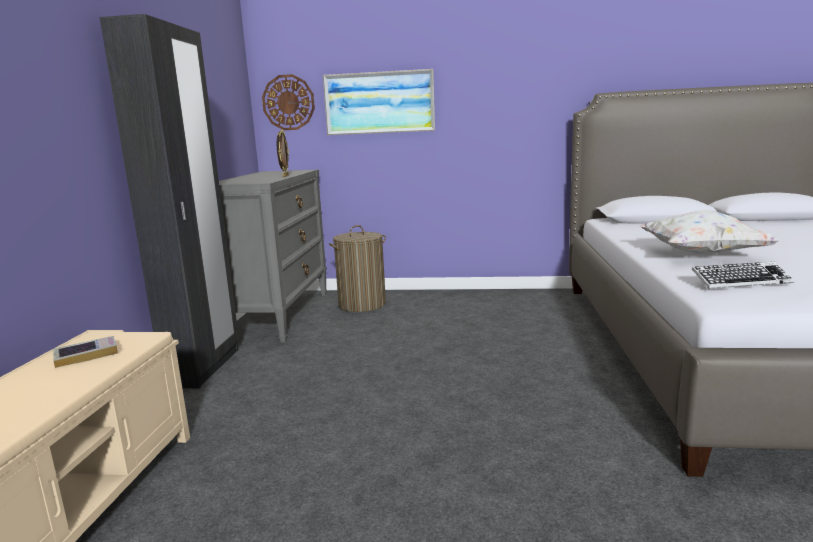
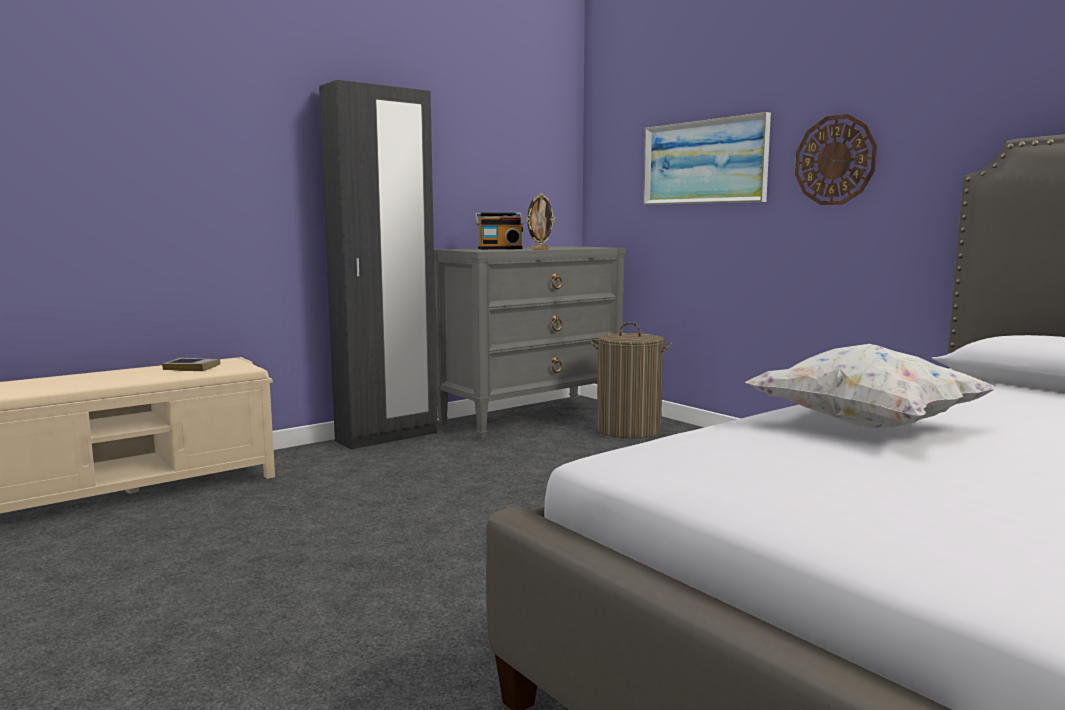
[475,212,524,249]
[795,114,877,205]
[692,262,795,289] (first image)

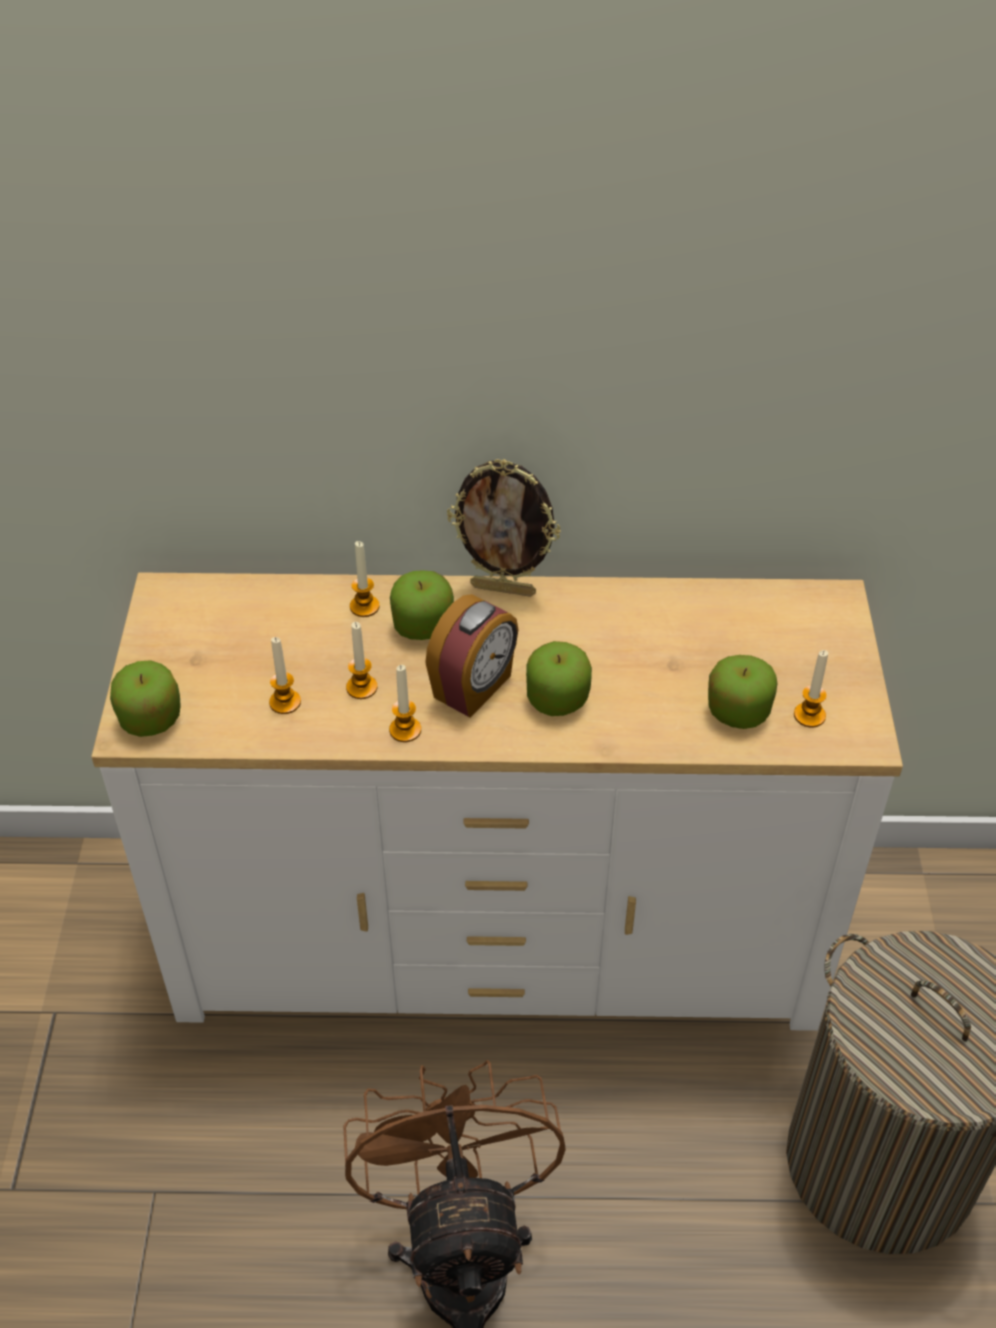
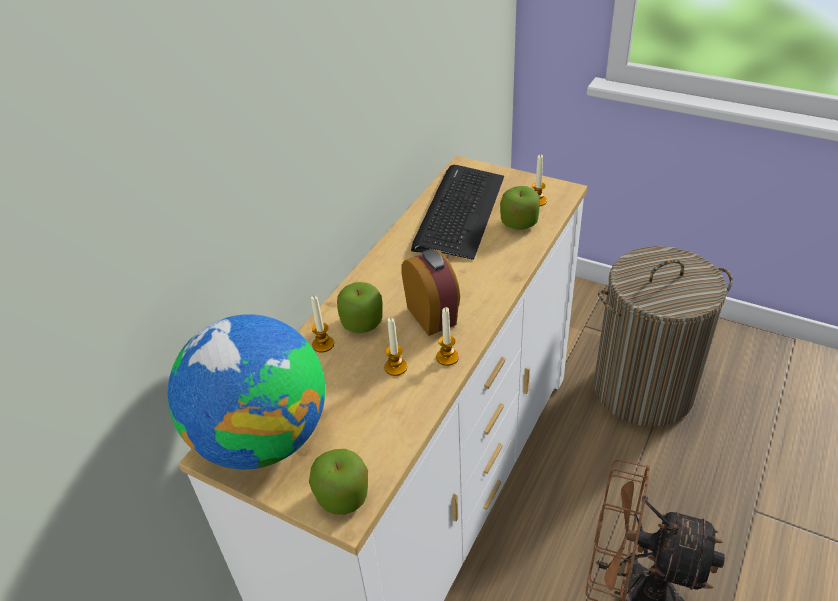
[168,314,325,469]
[411,165,504,260]
[269,637,301,714] (first image)
[447,459,561,597] (first image)
[526,641,592,716] (first image)

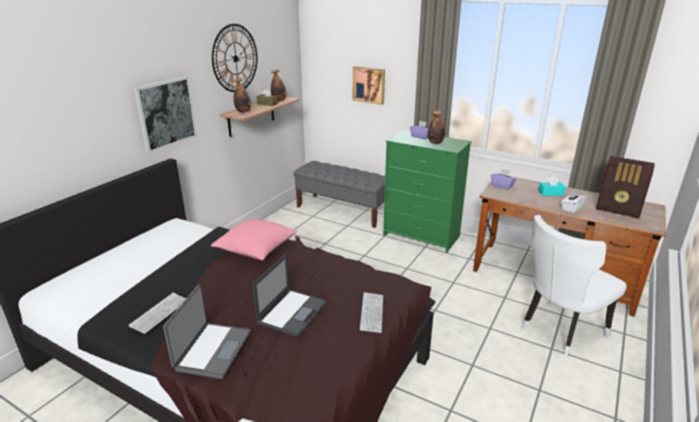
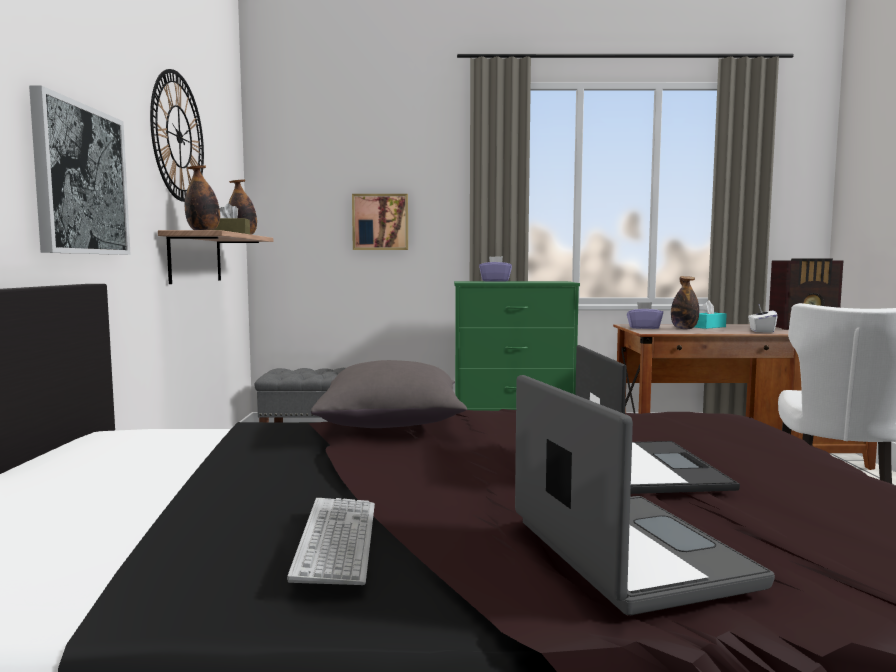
[311,360,467,428]
[671,276,699,329]
[360,292,383,333] (first image)

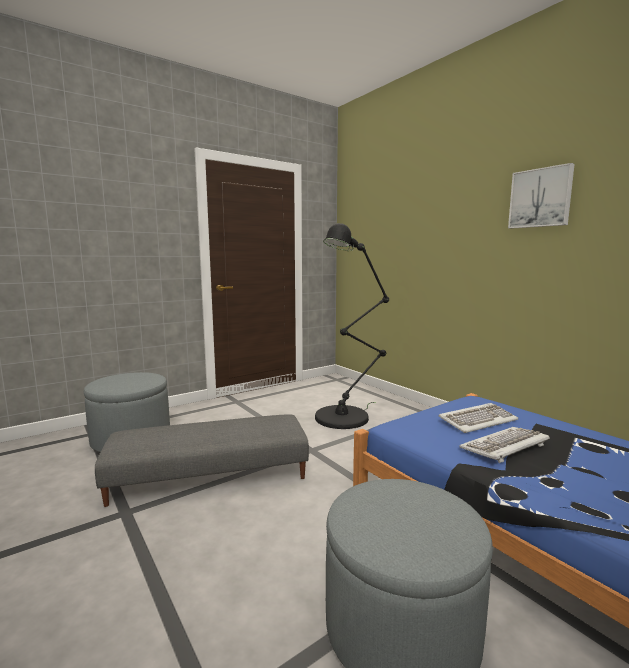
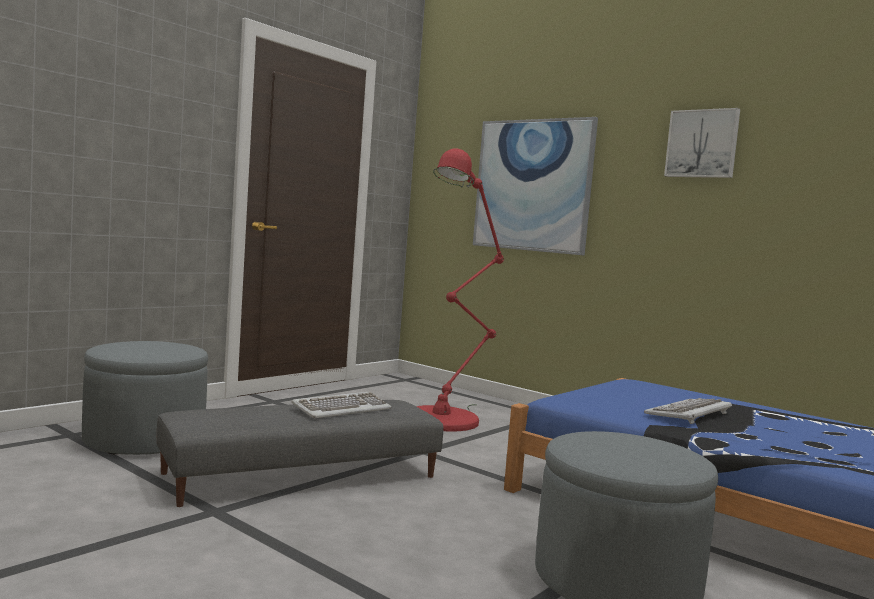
[291,392,392,418]
[416,148,504,432]
[473,117,598,255]

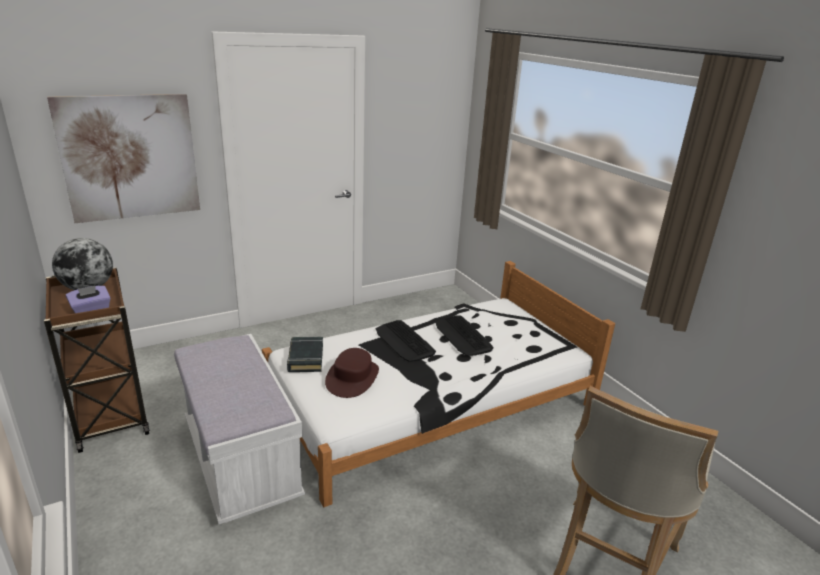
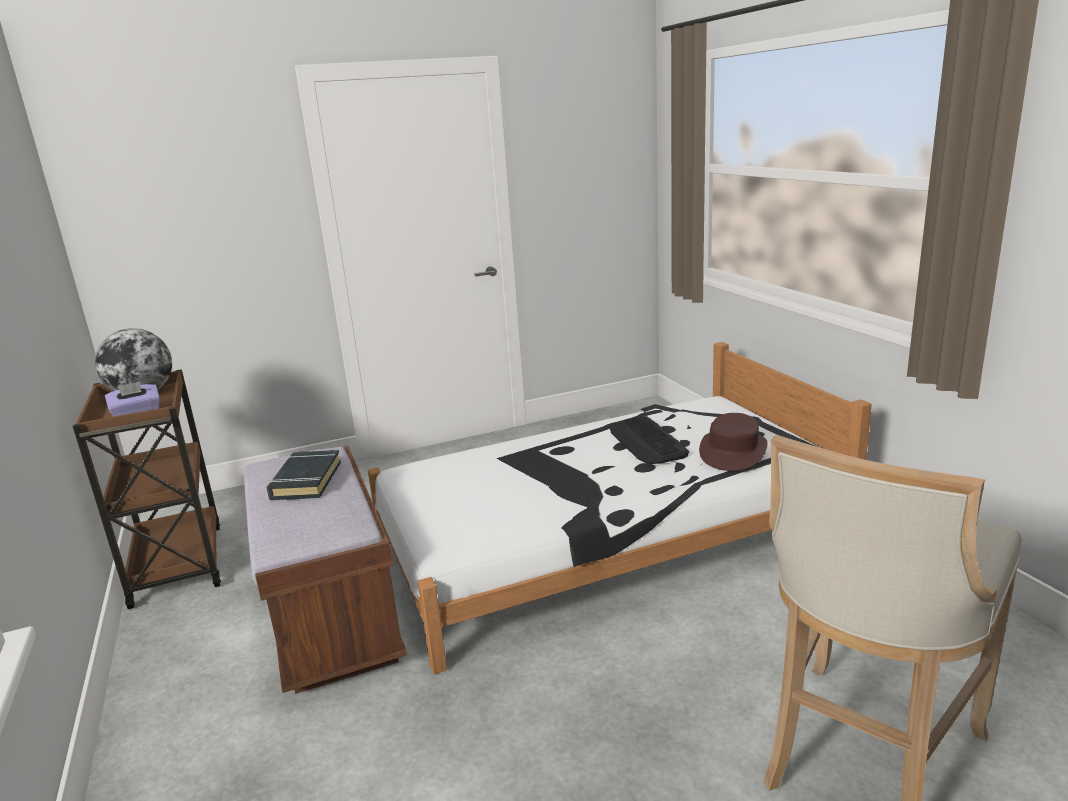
[244,446,407,694]
[266,450,341,500]
[699,413,768,471]
[47,94,200,223] (first image)
[376,320,436,362] (first image)

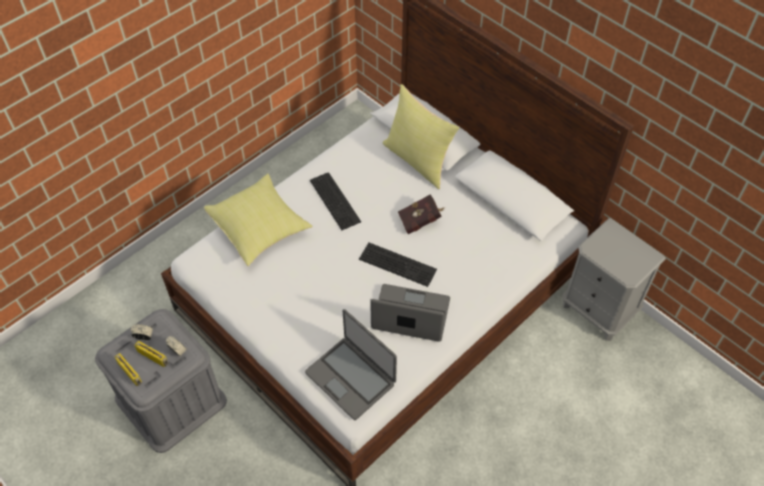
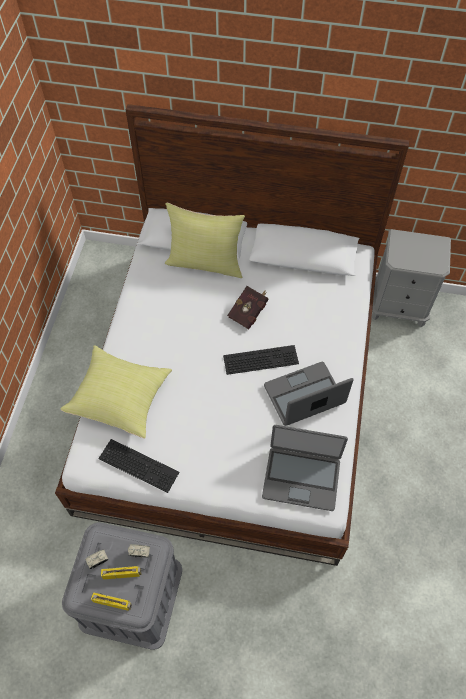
[98,439,180,493]

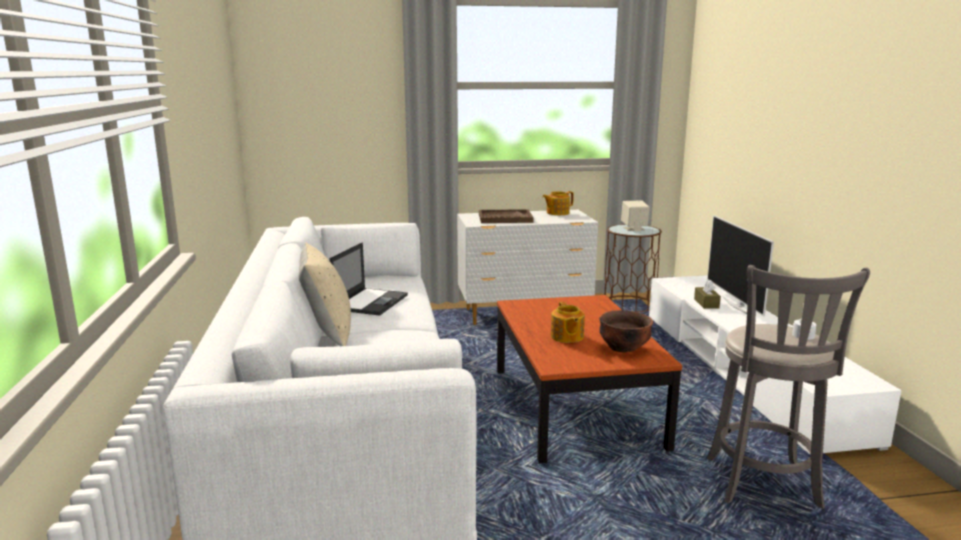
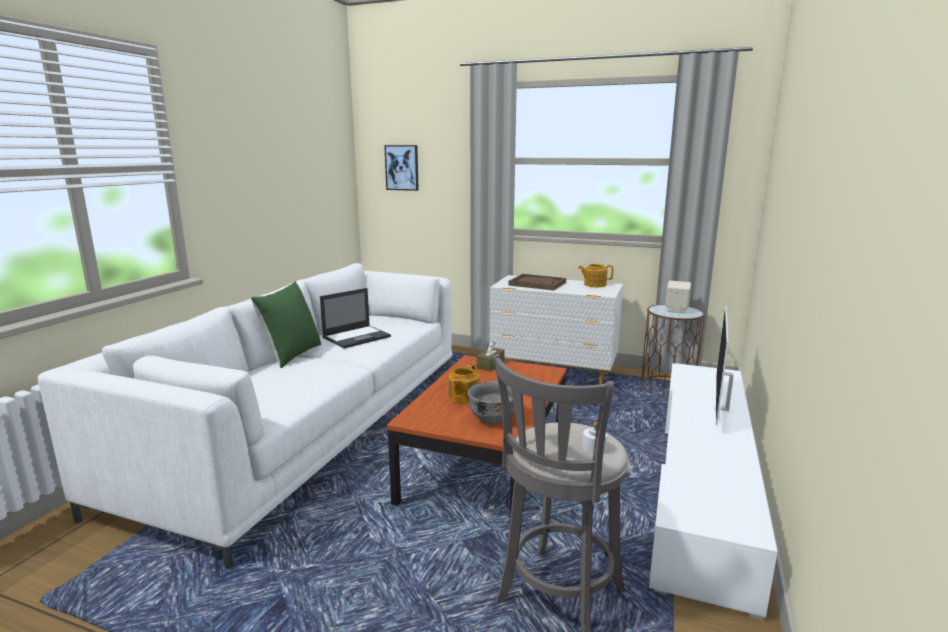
[251,281,321,368]
[384,145,419,191]
[468,381,515,424]
[477,340,505,371]

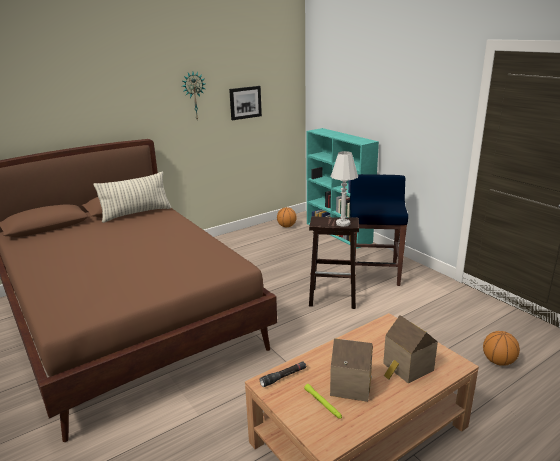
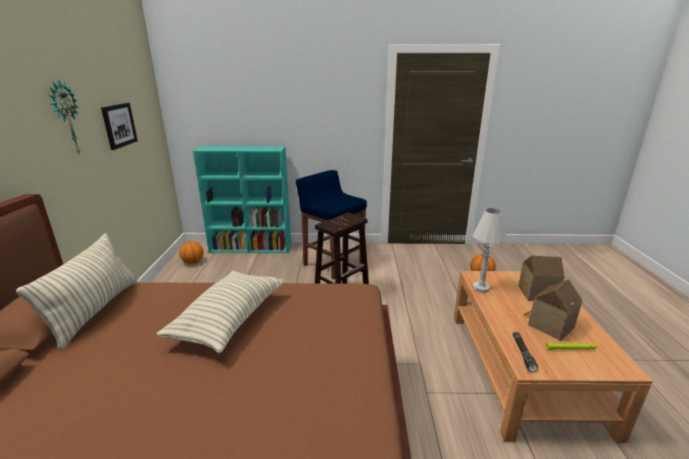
[156,271,285,353]
[473,208,507,293]

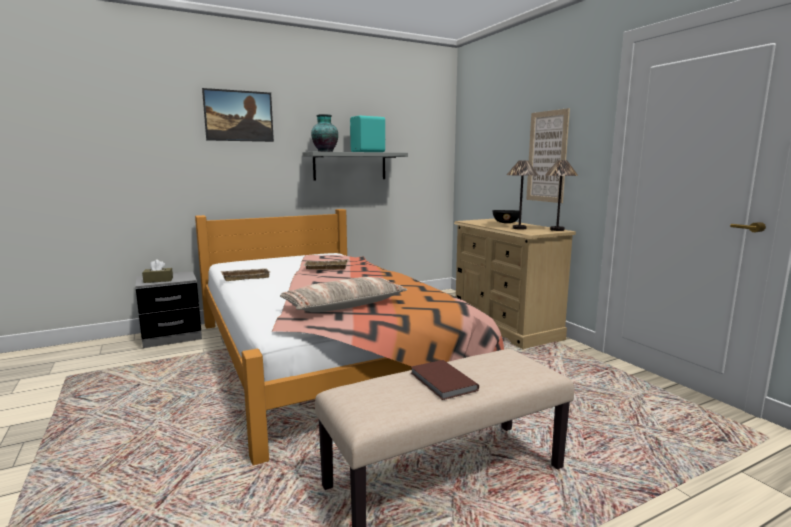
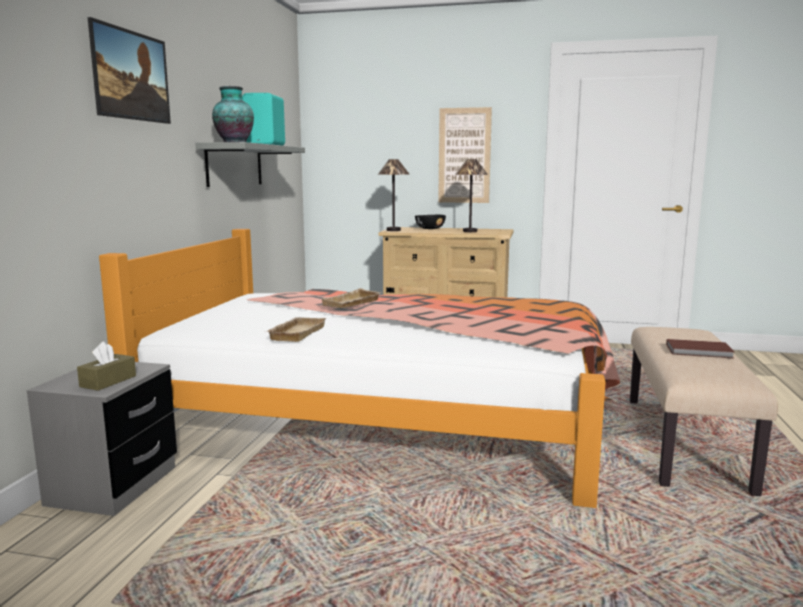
[377,159,410,231]
[280,277,407,312] (first image)

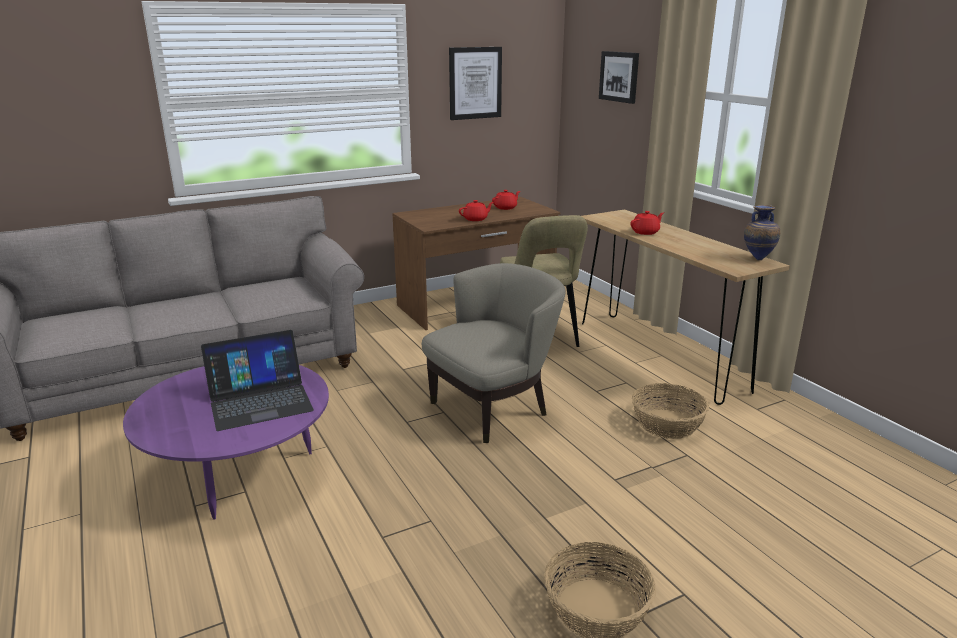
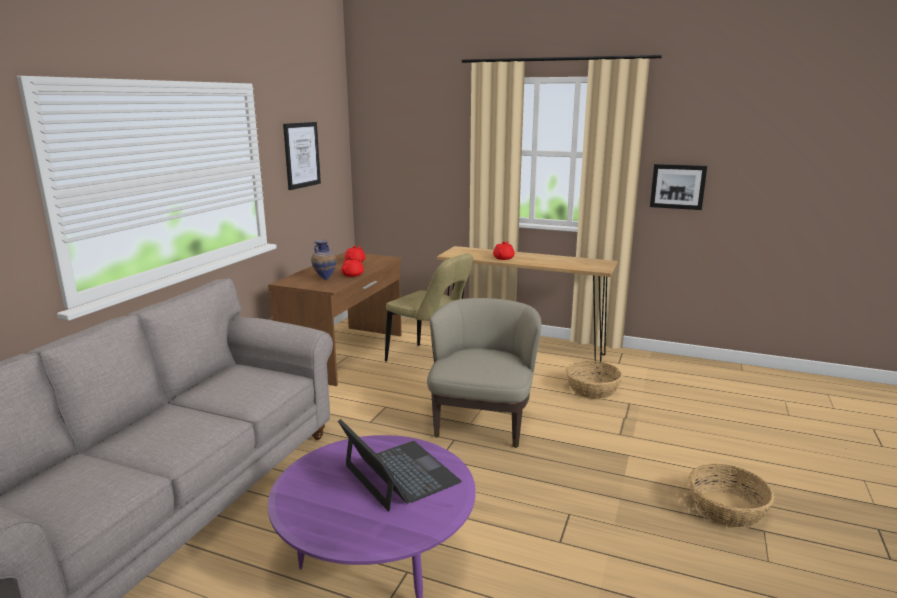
[311,239,337,280]
[338,419,462,512]
[650,164,707,210]

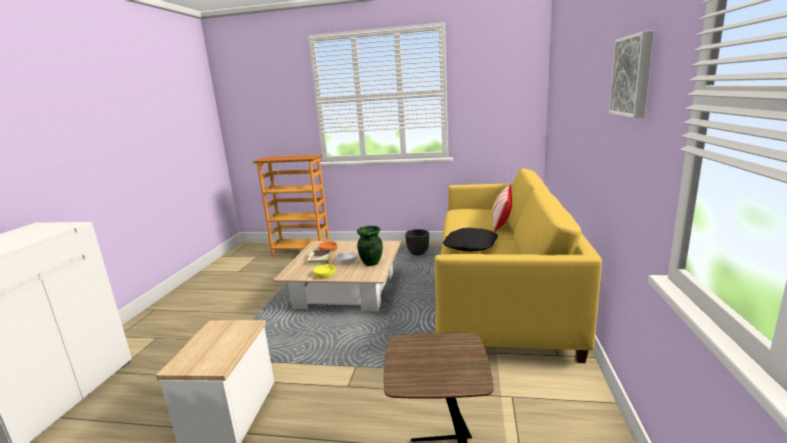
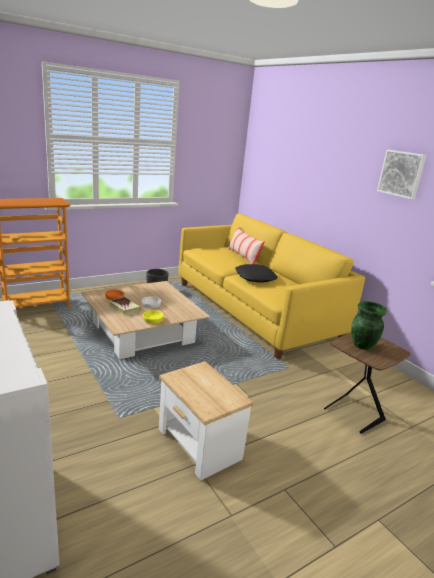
[351,301,387,350]

